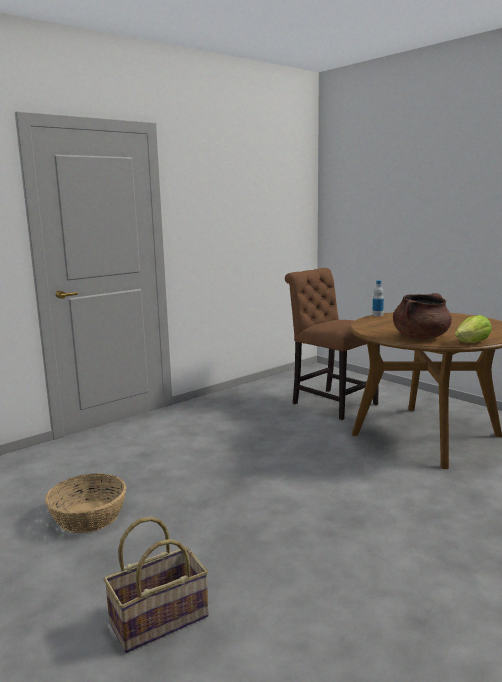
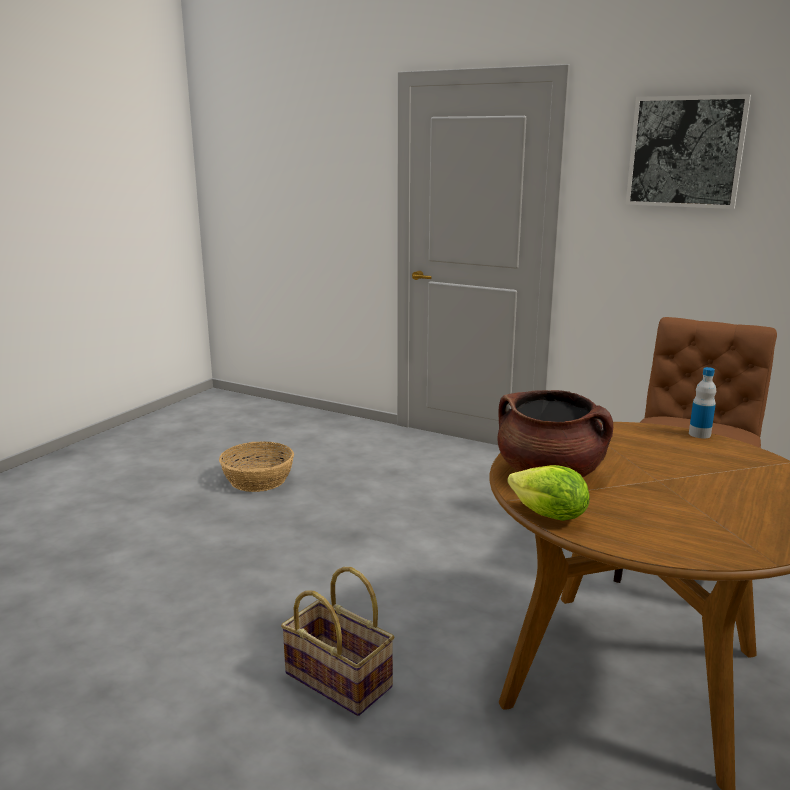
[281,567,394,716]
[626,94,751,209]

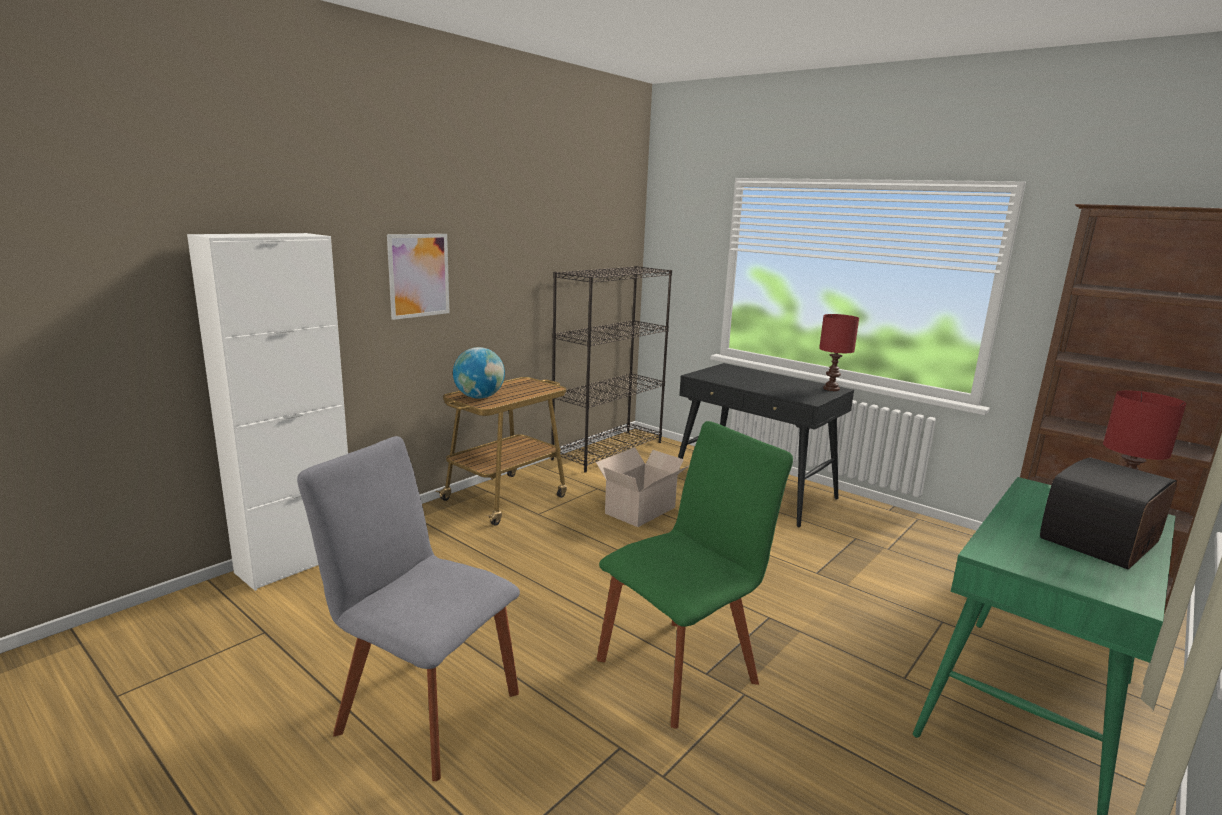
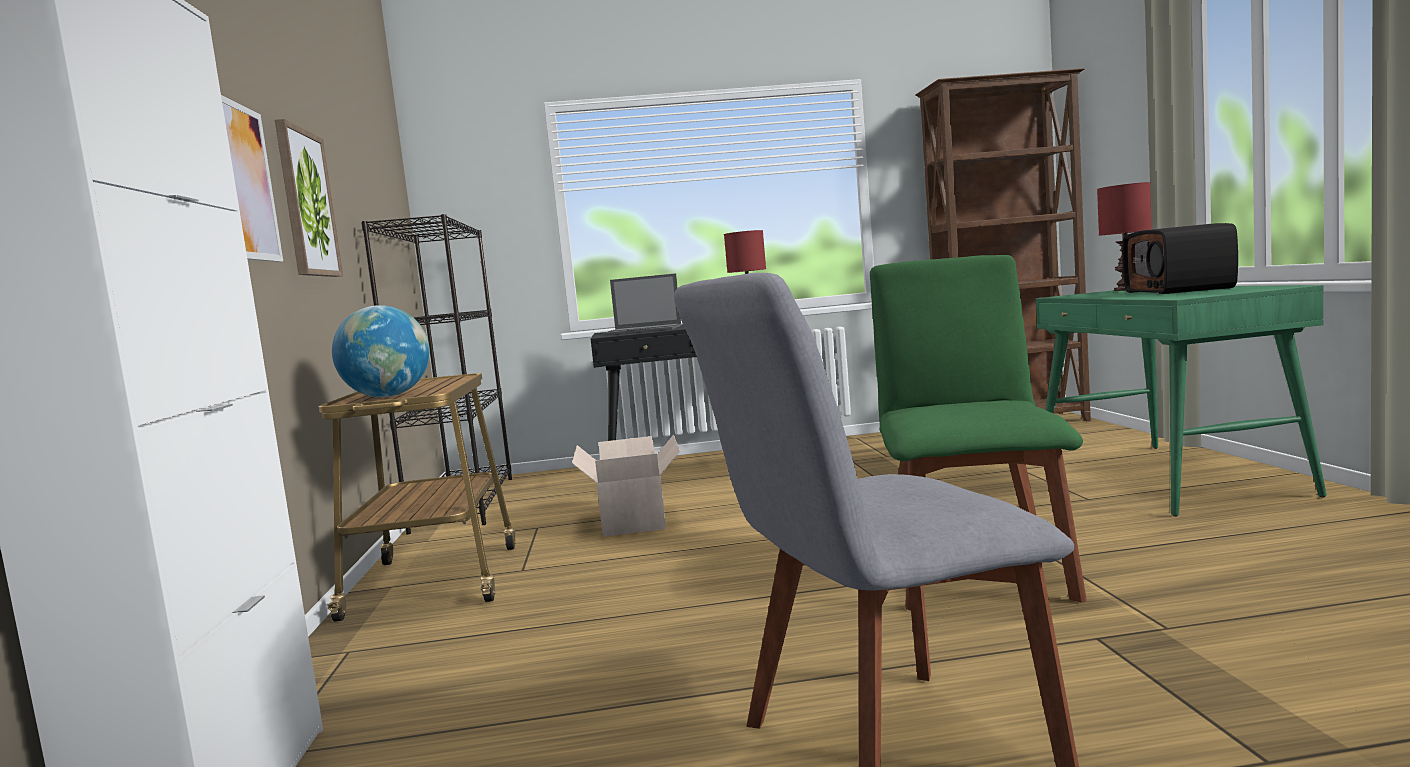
[275,119,343,277]
[603,273,681,336]

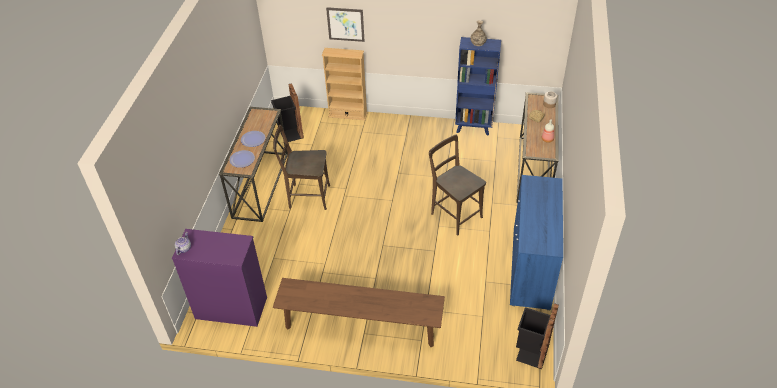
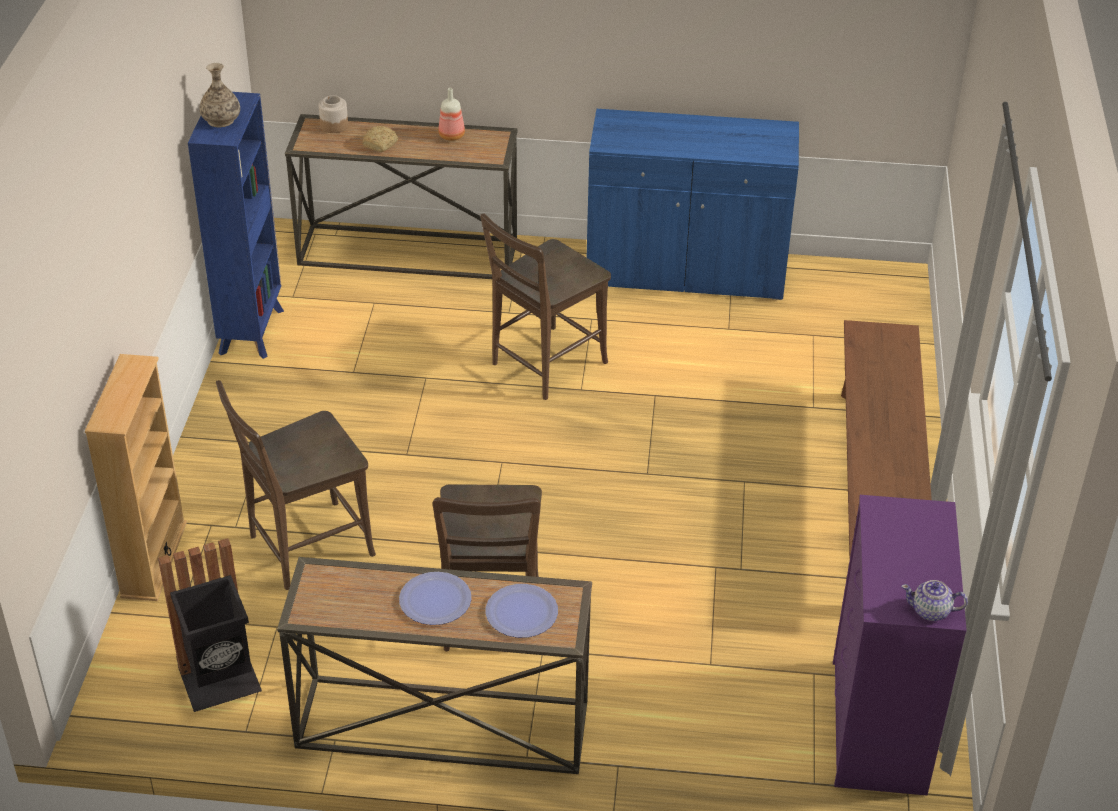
[216,380,376,590]
[326,7,364,42] (first image)
[516,303,559,369] (first image)

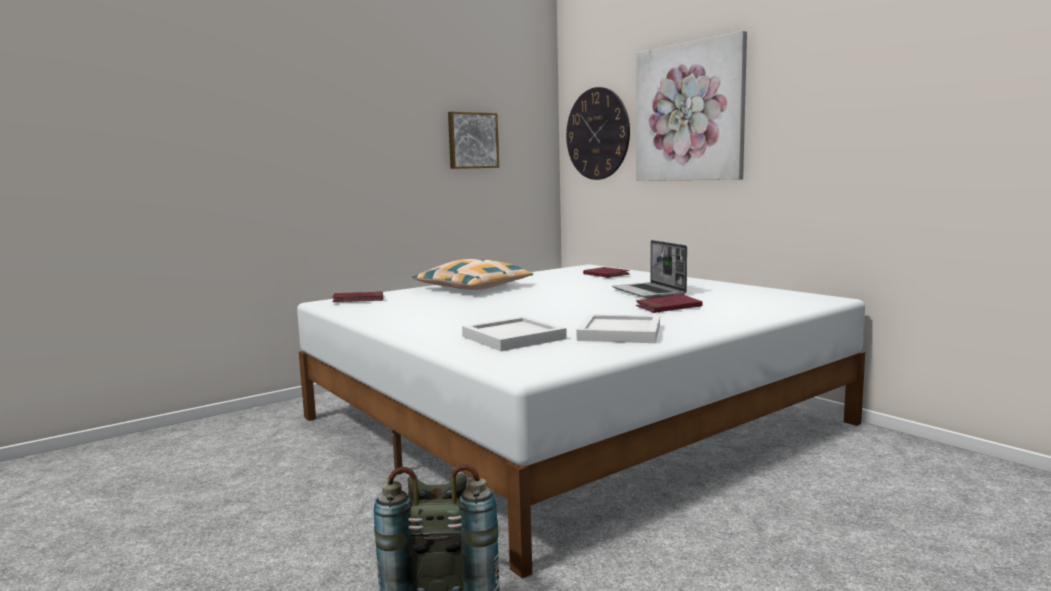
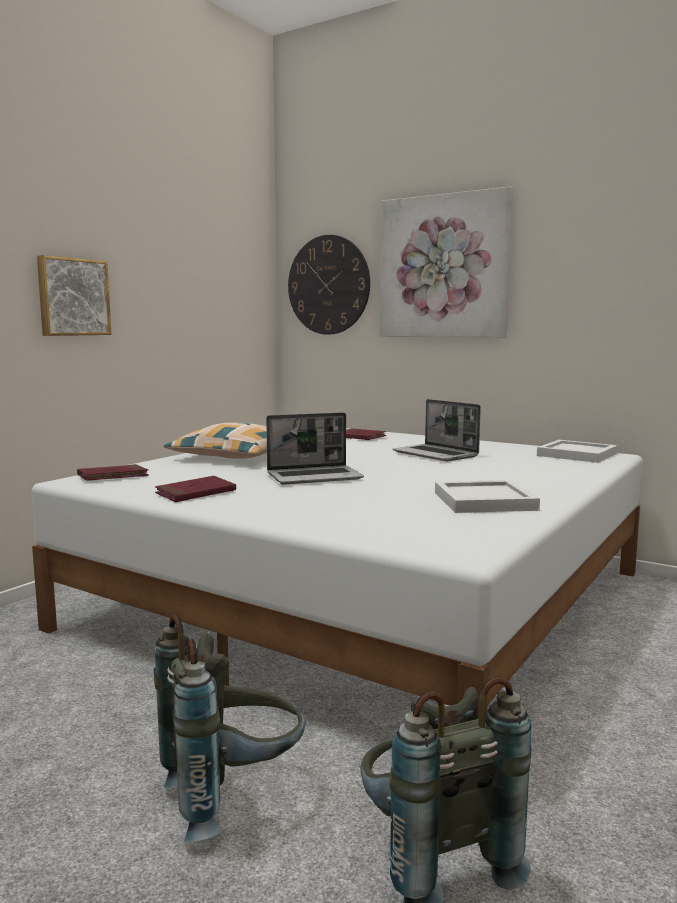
[37,255,112,336]
[154,615,306,842]
[155,476,236,502]
[266,413,364,484]
[537,440,618,463]

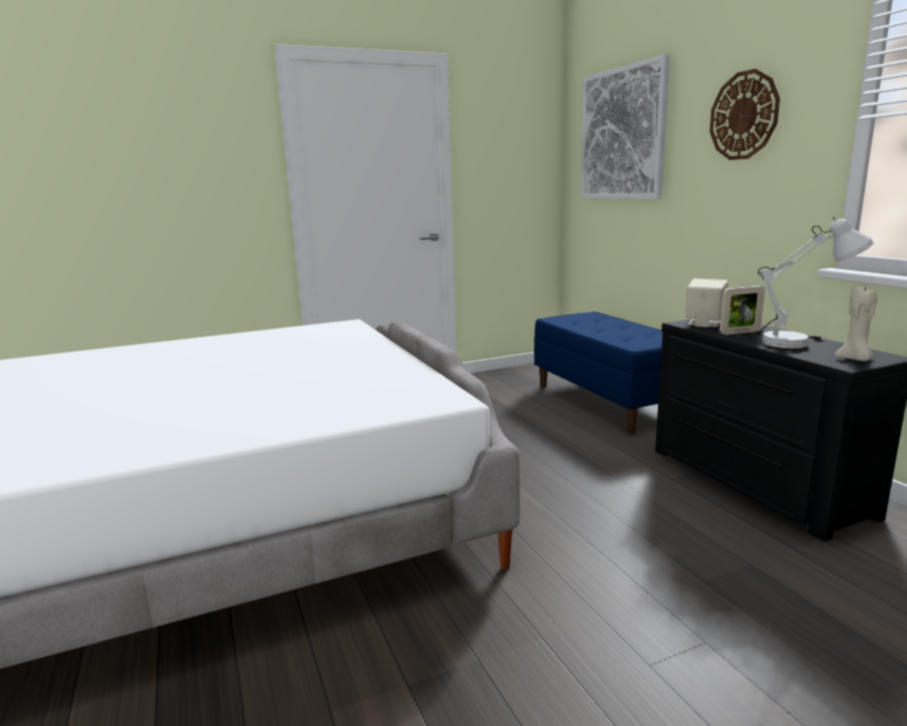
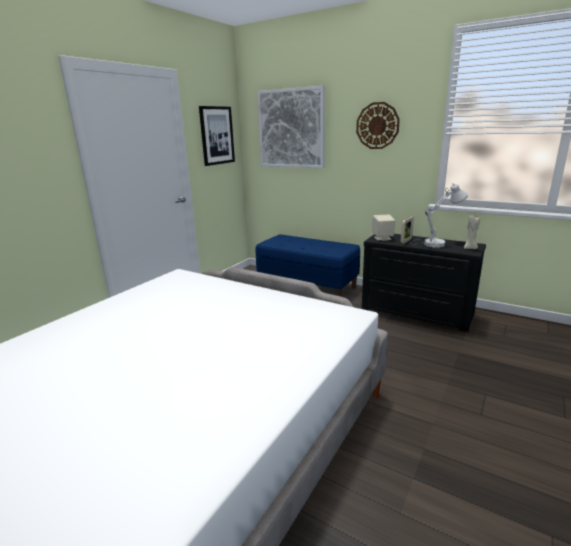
[199,106,235,166]

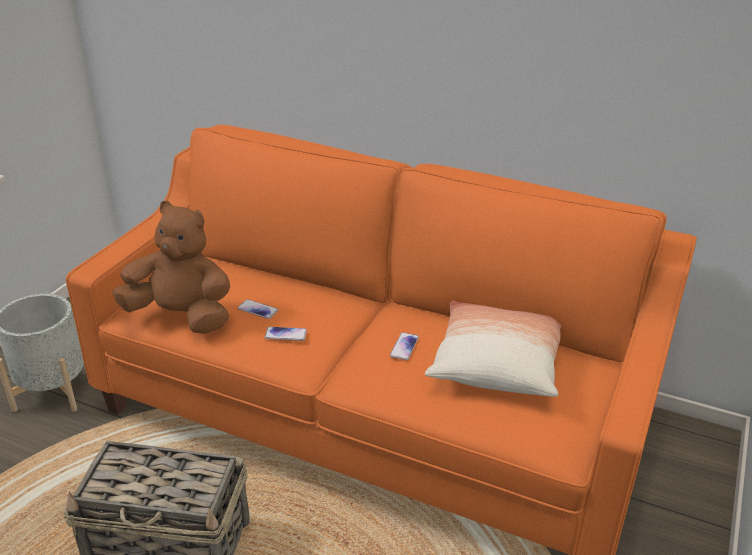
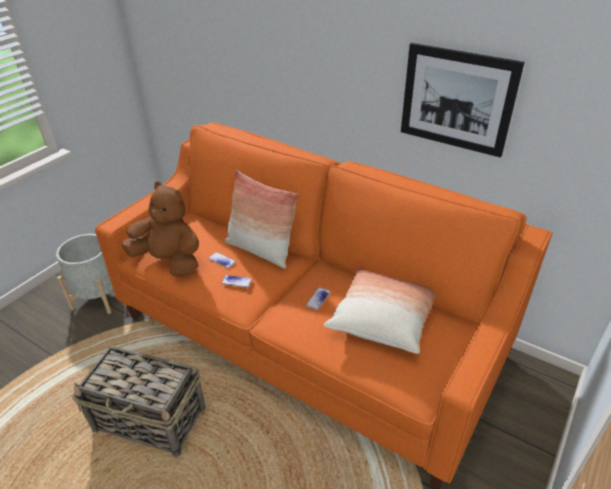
[225,170,299,269]
[401,43,524,158]

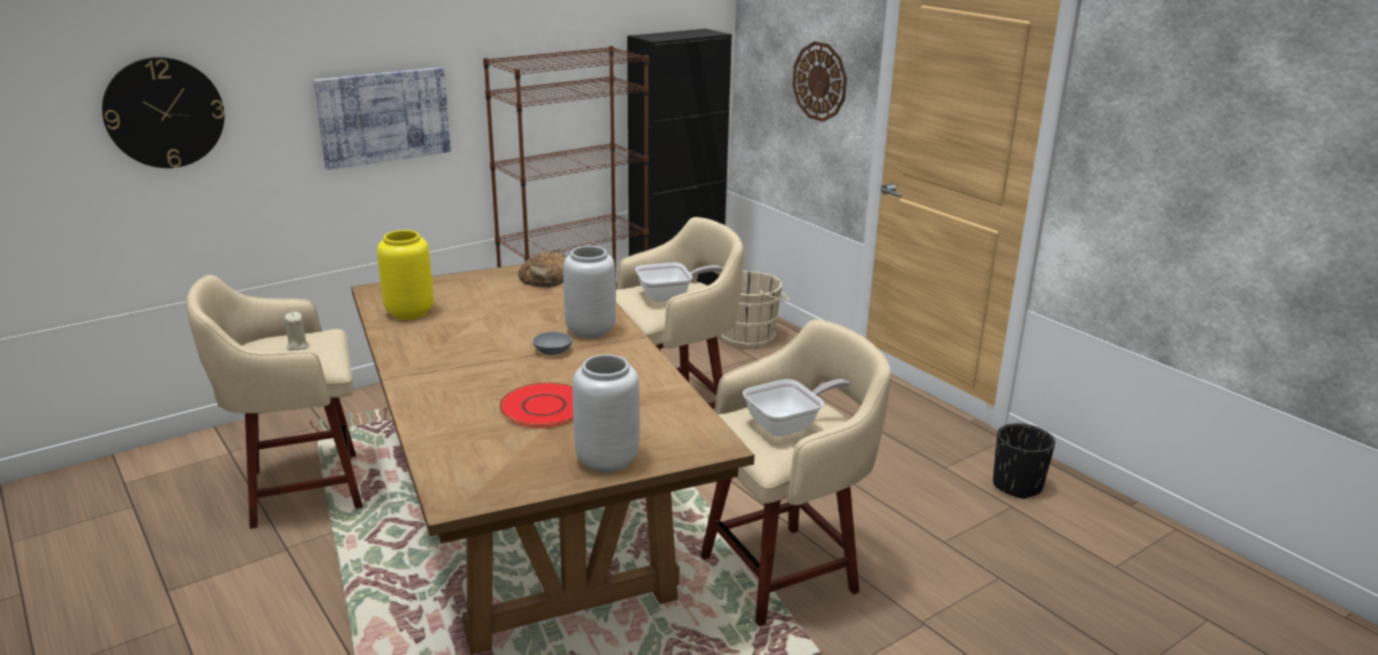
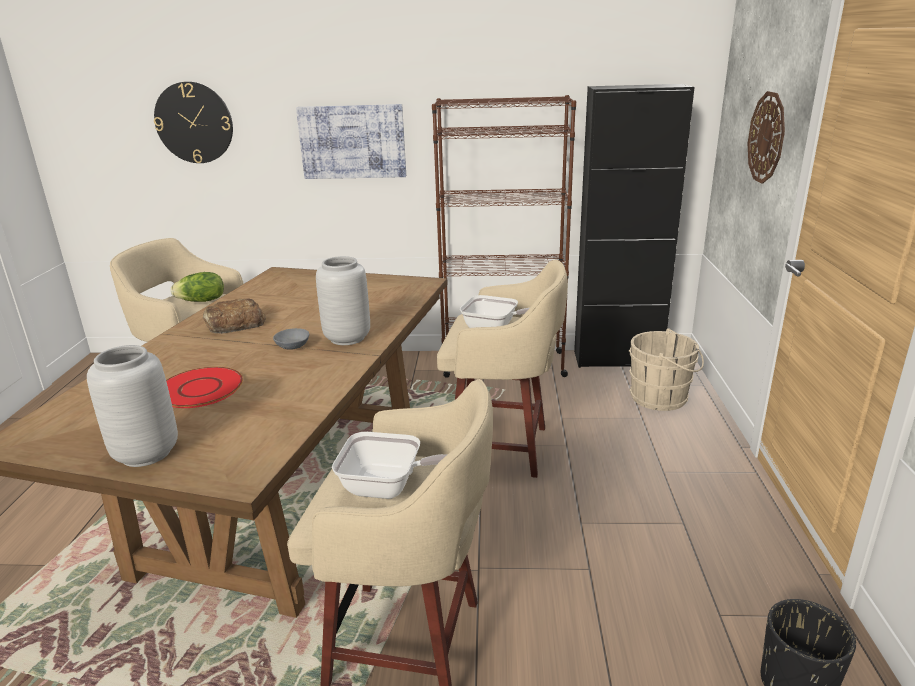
[171,272,224,302]
[203,298,266,334]
[377,230,434,320] (first image)

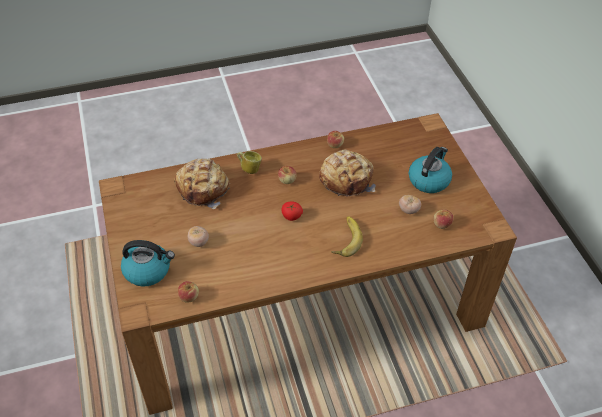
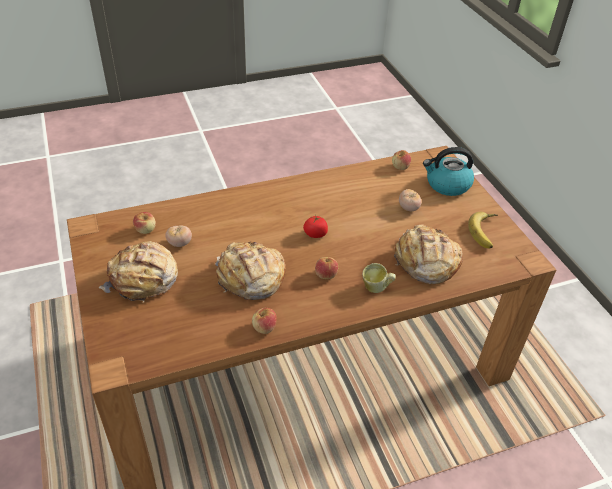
[99,241,178,303]
[468,212,498,248]

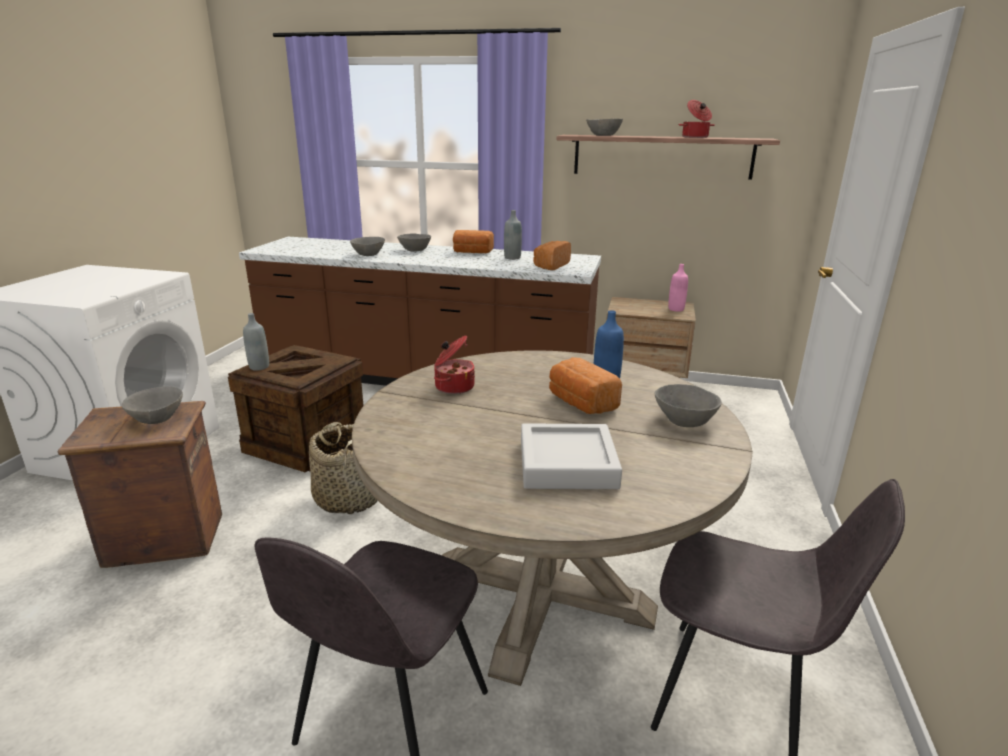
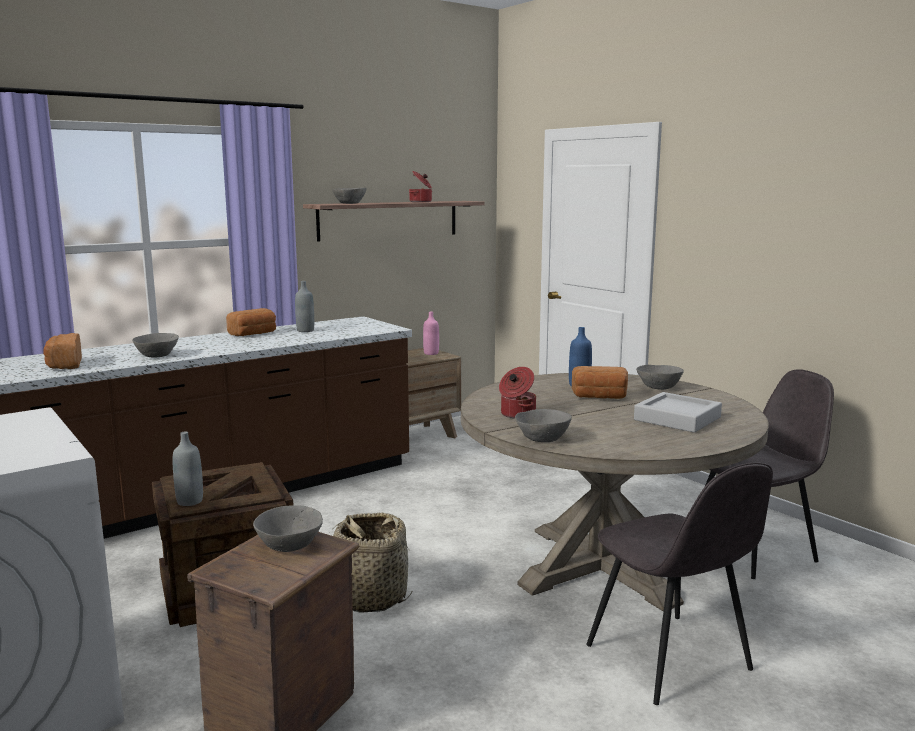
[44,333,82,369]
[515,409,572,442]

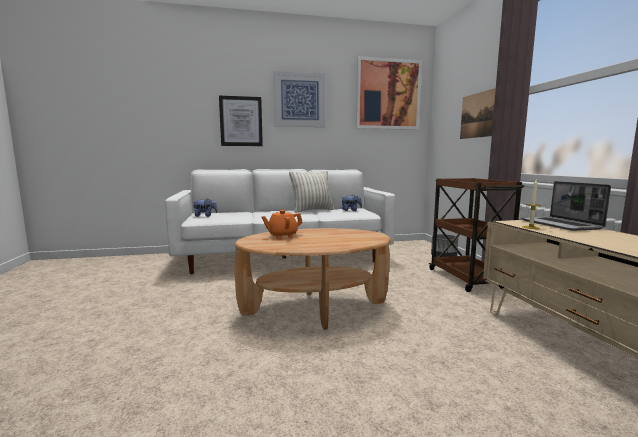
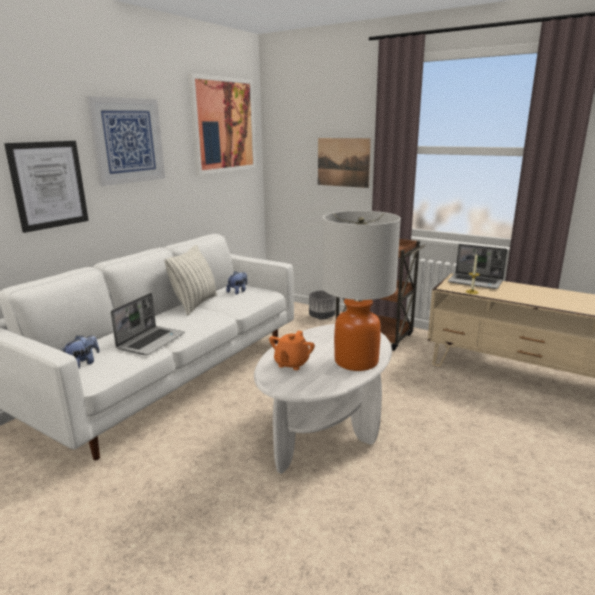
[111,293,185,355]
[254,324,392,474]
[322,211,401,371]

